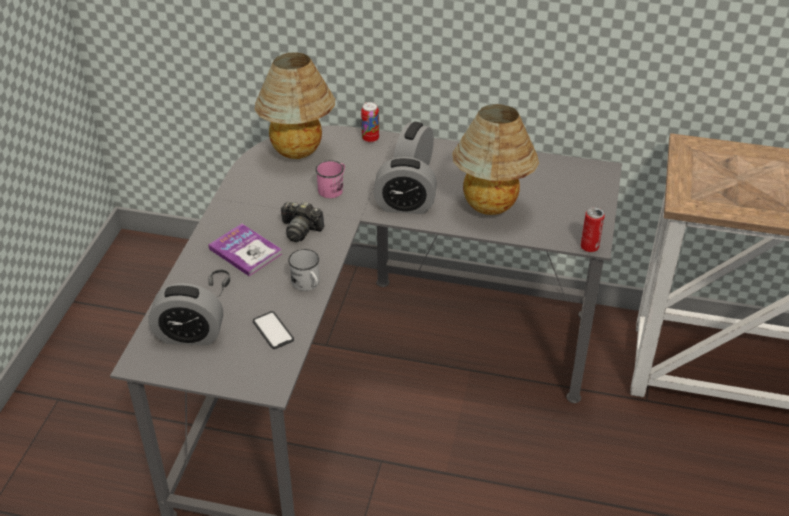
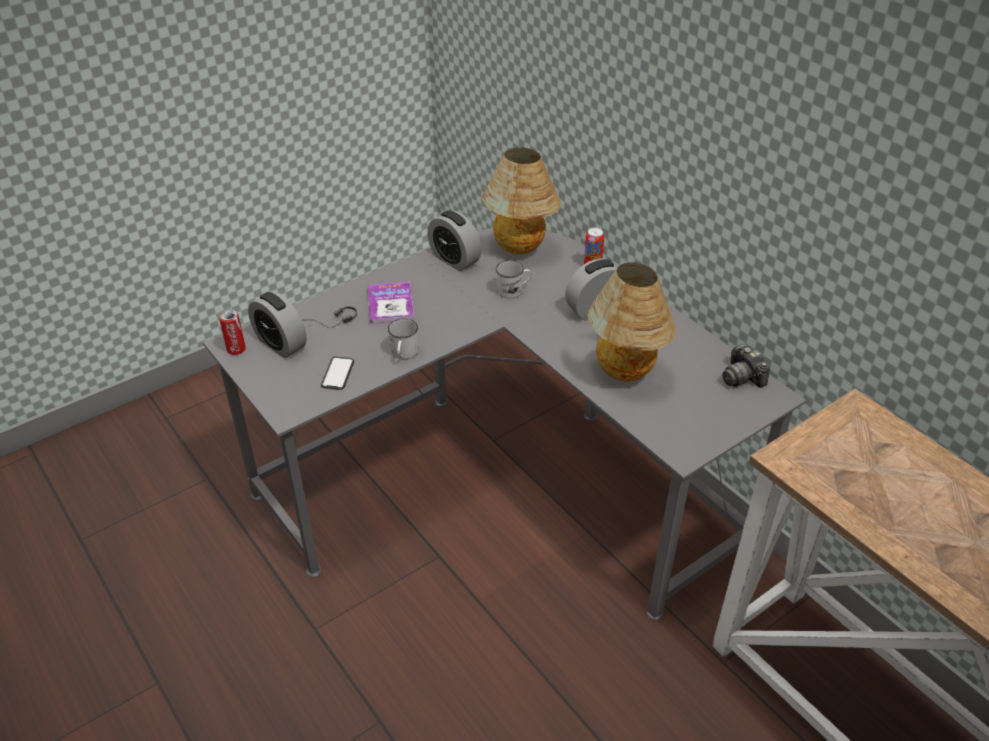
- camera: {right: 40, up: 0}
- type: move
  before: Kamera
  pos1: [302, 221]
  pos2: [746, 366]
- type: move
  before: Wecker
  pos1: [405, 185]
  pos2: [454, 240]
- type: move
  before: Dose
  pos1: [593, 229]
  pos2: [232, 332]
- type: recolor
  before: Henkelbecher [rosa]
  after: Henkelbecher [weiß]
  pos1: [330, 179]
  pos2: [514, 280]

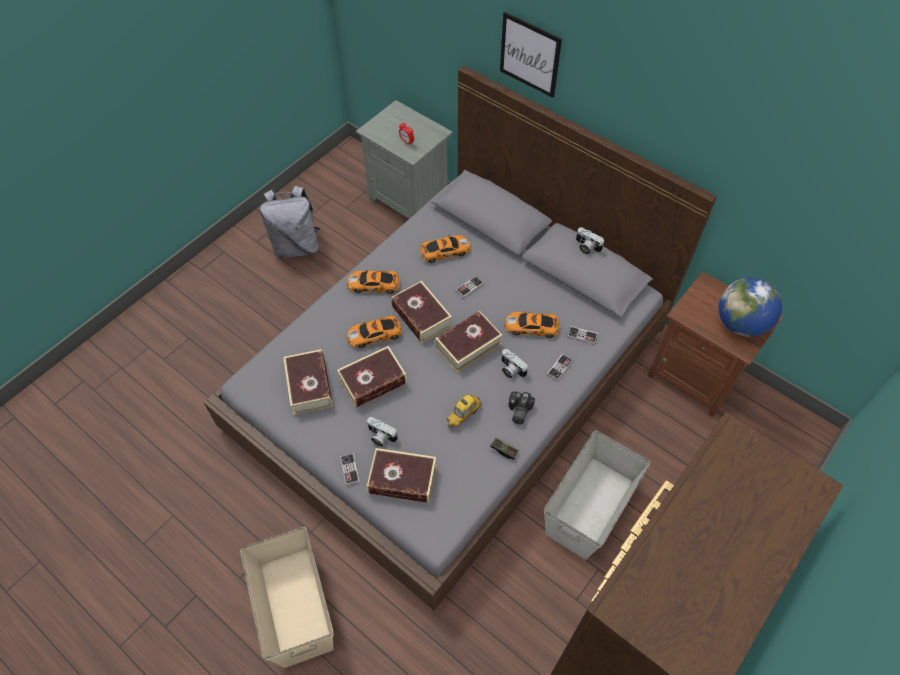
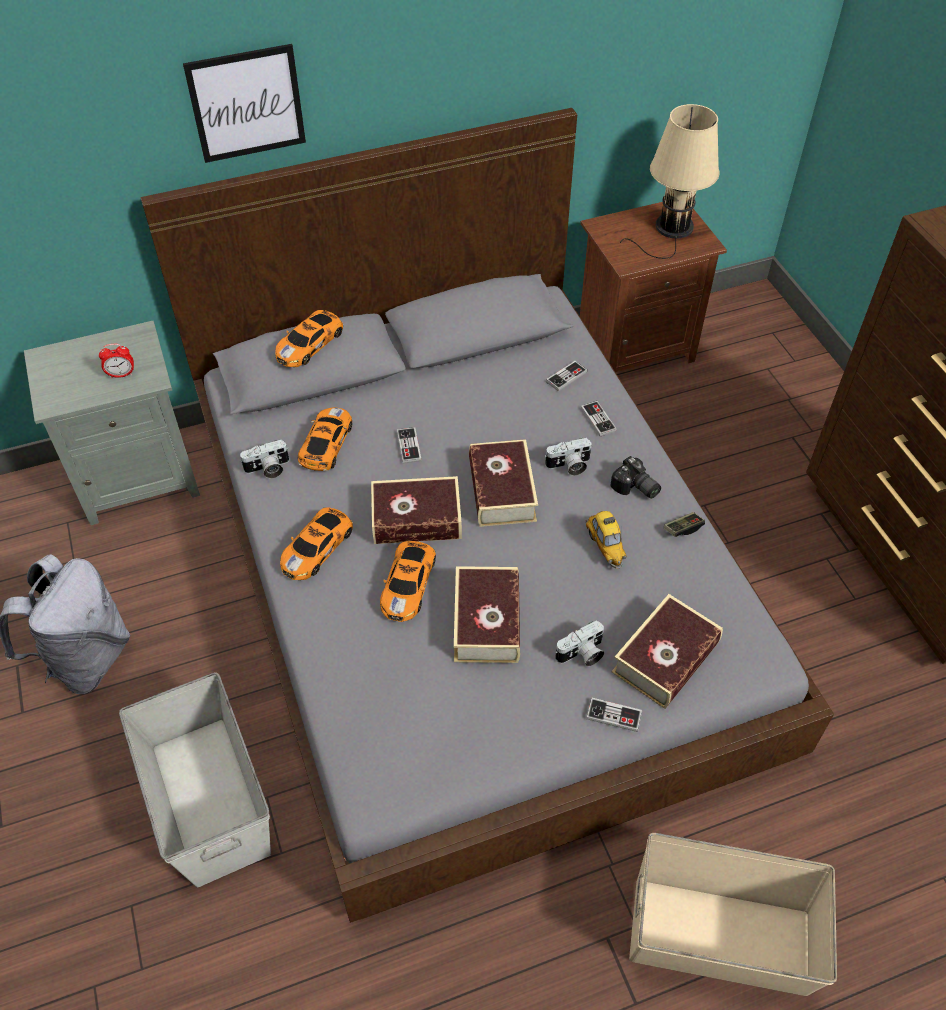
- camera: {right: -60, up: -5}
- type: delete
  before: Buch
  pos1: [307, 382]
- type: move
  before: Spielzeugauto
  pos1: [532, 324]
  pos2: [309, 338]
- type: move
  before: Aufbewahrungsbox [grau]
  pos1: [597, 495]
  pos2: [195, 780]
- type: move
  before: Kamera
  pos1: [590, 240]
  pos2: [264, 459]
- type: replace
  before: Globus
  after: Tischlampe [beige]
  pos1: [750, 307]
  pos2: [669, 181]

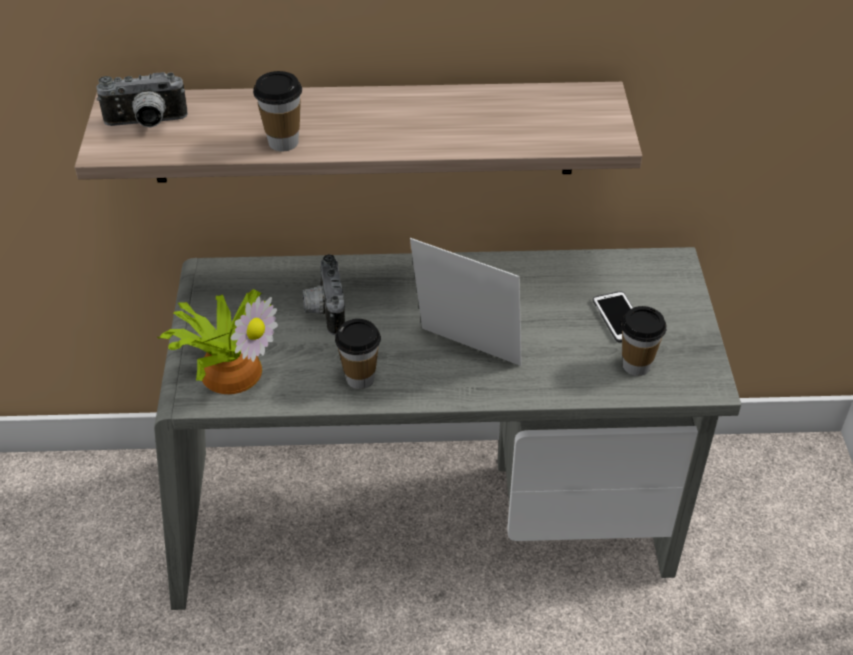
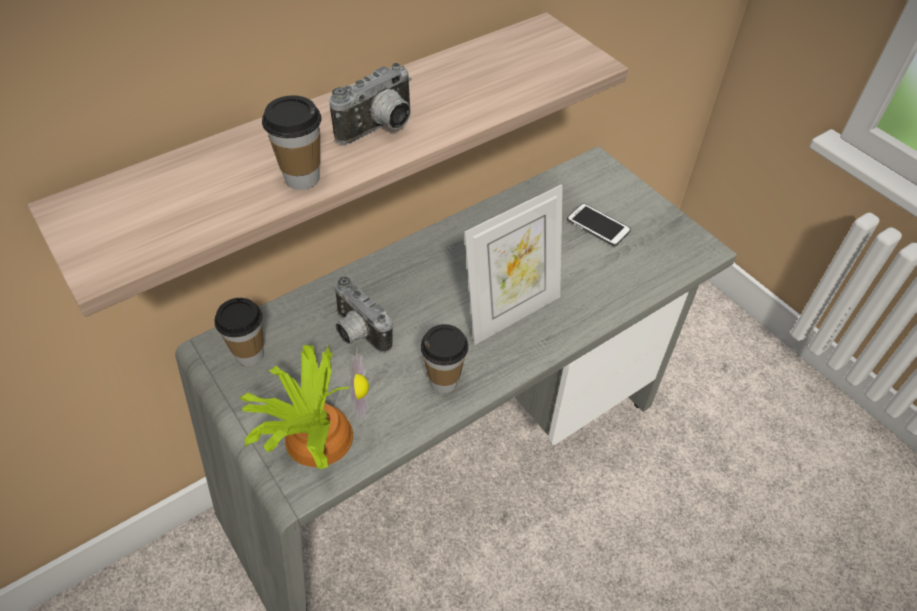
- camera: {right: -35, up: 5}
- type: move
  before: Kamera
  pos1: [142, 100]
  pos2: [370, 103]
- type: move
  before: Tasse
  pos1: [644, 341]
  pos2: [239, 332]
- type: rotate
  before: Bilderrahmen
  pos1: [466, 302]
  pos2: [513, 264]
  turn: 150

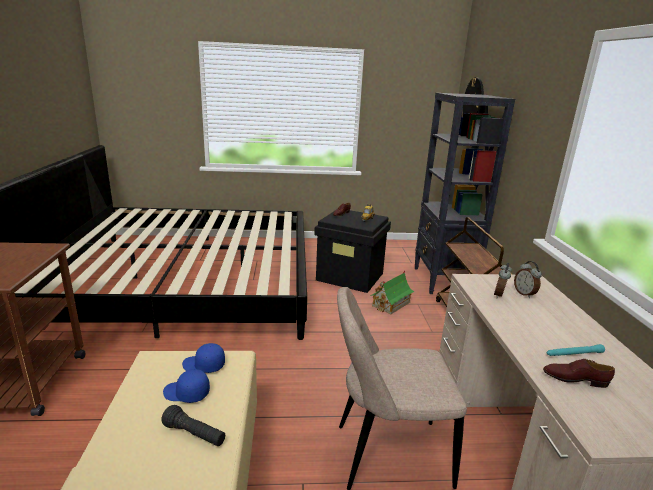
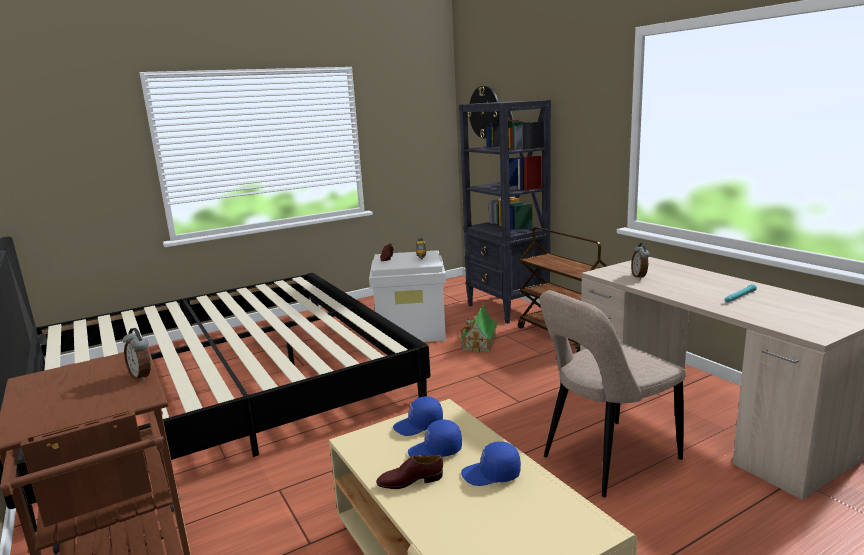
- camera: {right: -25, up: -5}
- type: move
  before: Wecker
  pos1: [528, 279]
  pos2: [137, 354]
- type: move
  before: Schuh [braun]
  pos1: [579, 373]
  pos2: [409, 472]
- type: replace
  before: Taschenlampe [schwarz]
  after: Kappe [blau]
  pos1: [193, 425]
  pos2: [491, 463]
- type: recolor
  before: Aufbewahrungsbox [schwarz]
  after: Aufbewahrungsbox [weiß]
  pos1: [352, 251]
  pos2: [407, 296]

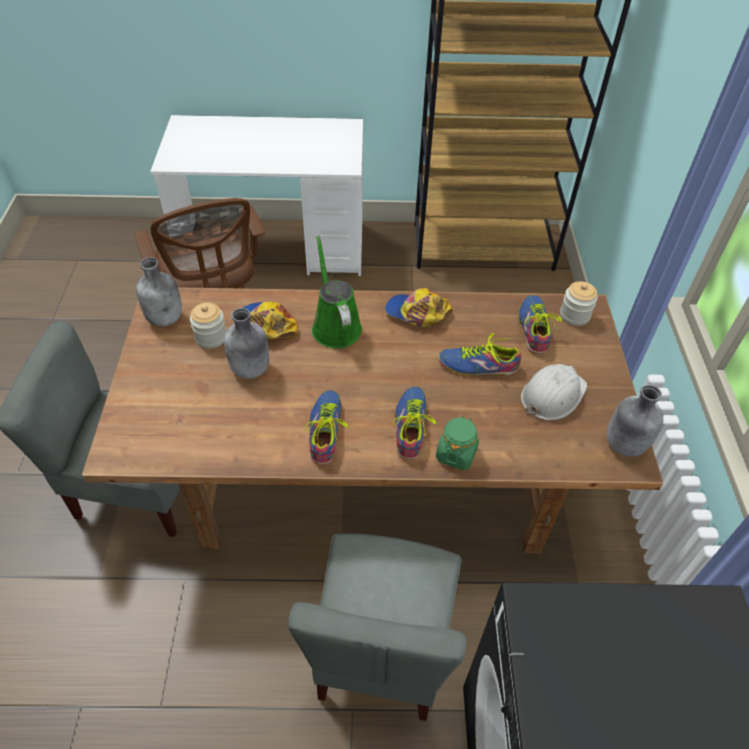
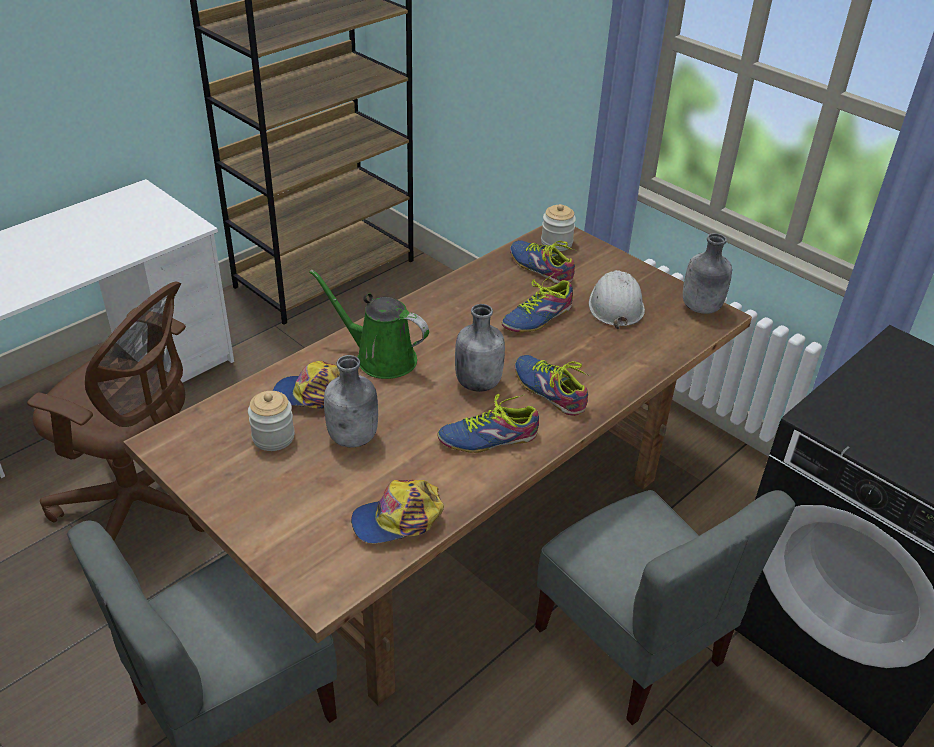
- camera: {right: -45, up: -10}
- type: delete
  before: Vorratsglas [grün]
  pos1: [457, 442]
- type: move
  before: Flasche [grau]
  pos1: [159, 292]
  pos2: [480, 348]
- type: move
  before: Kappe
  pos1: [419, 307]
  pos2: [397, 511]
- type: rotate
  before: Schuh
  pos1: [326, 427]
  pos2: [488, 423]
  turn: -60

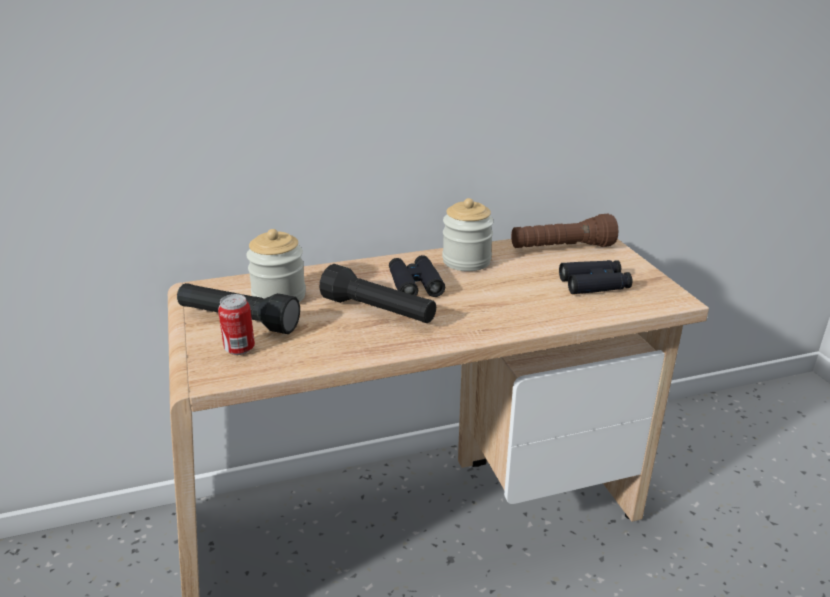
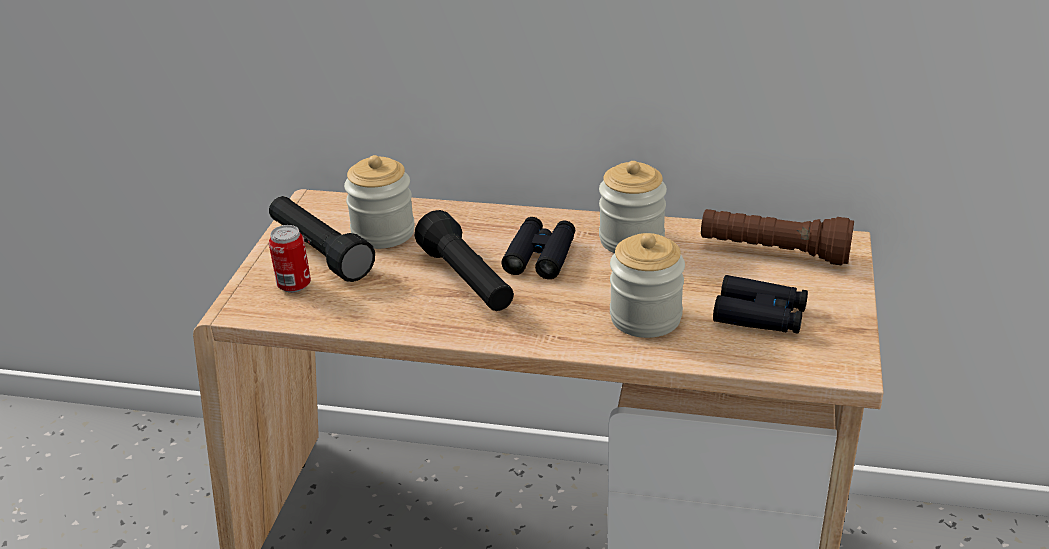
- camera: {right: 30, up: 5}
- type: insert
  after: Vorratsglas
  pos2: [647, 285]

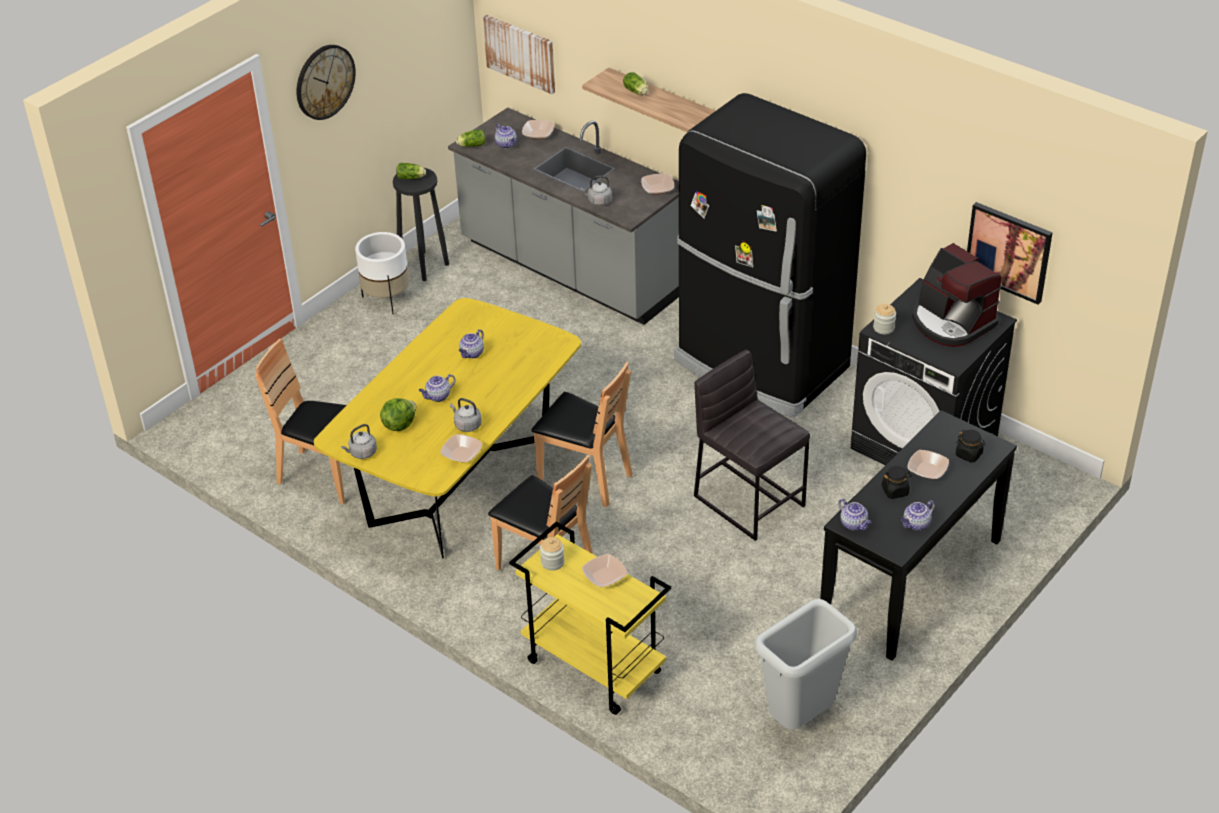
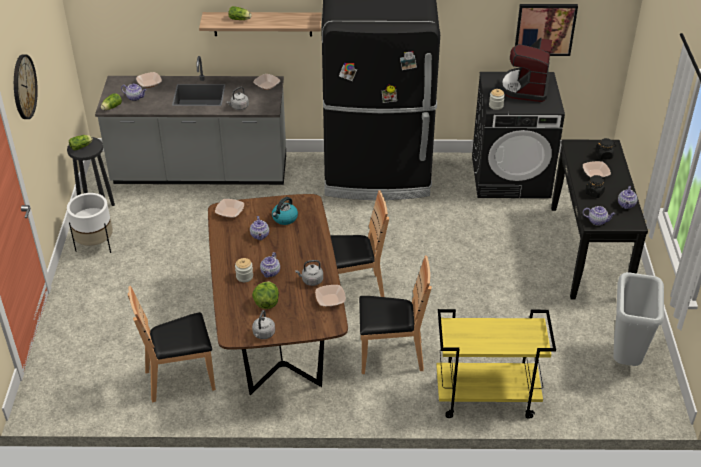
- camera: {right: -40, up: 0}
- type: delete
  before: Bild
  pos1: [519, 54]
- type: delete
  before: Hocker [grau]
  pos1: [752, 445]
- type: insert
  after: Wasserkessel
  pos2: [285, 211]
- type: move
  before: Vorratsglas
  pos1: [552, 553]
  pos2: [244, 270]
- type: move
  before: Schüssel
  pos1: [604, 570]
  pos2: [229, 208]
- type: recolor
  before: Esstisch [gelb]
  after: Esstisch [braun]
  pos1: [447, 428]
  pos2: [278, 294]
- type: rotate
  before: Kaffeemaschine
  pos1: [956, 295]
  pos2: [526, 70]
  turn: 90

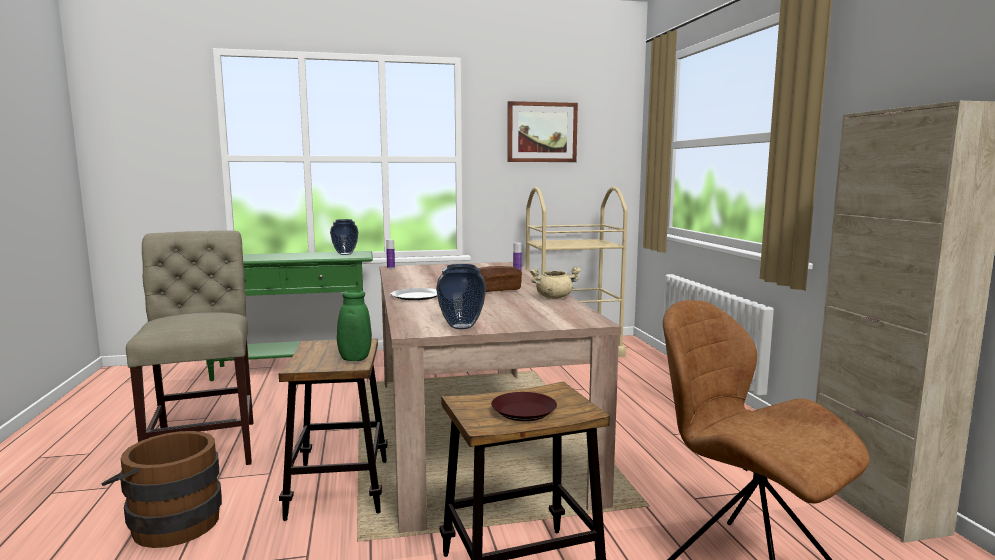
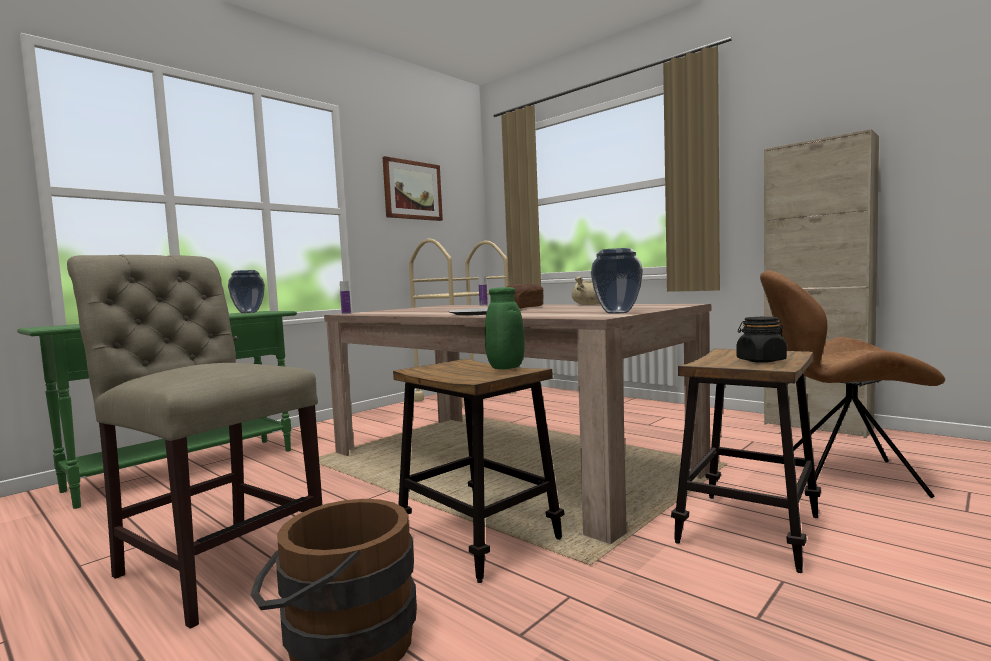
- camera: {right: -35, up: -5}
- type: replace
  before: Teller [braun]
  after: Vorratsglas [schwarz]
  pos1: [524, 406]
  pos2: [762, 340]

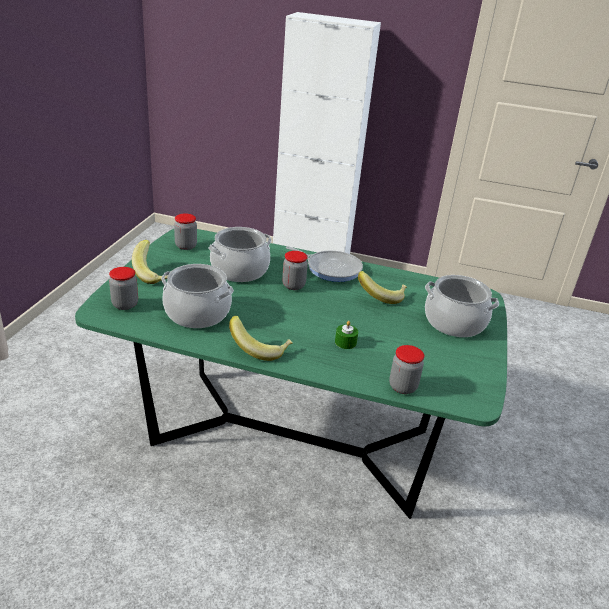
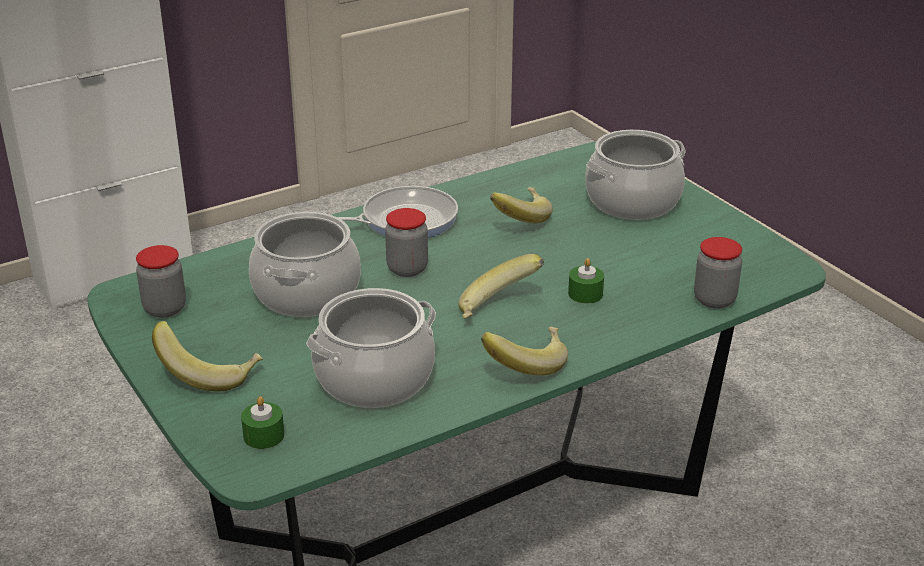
- camera: {right: -45, up: 0}
- type: insert
  after: Banane
  pos2: [501, 286]
- type: replace
  before: Vorratsglas
  after: Kerze [grün]
  pos1: [123, 288]
  pos2: [263, 422]

